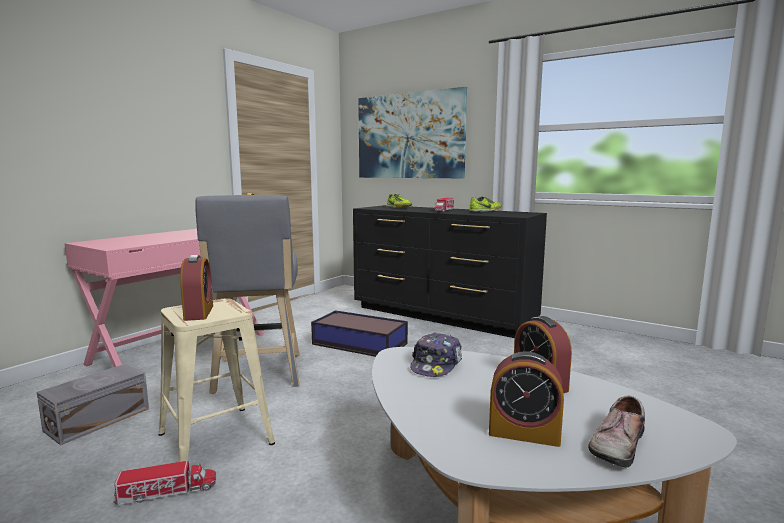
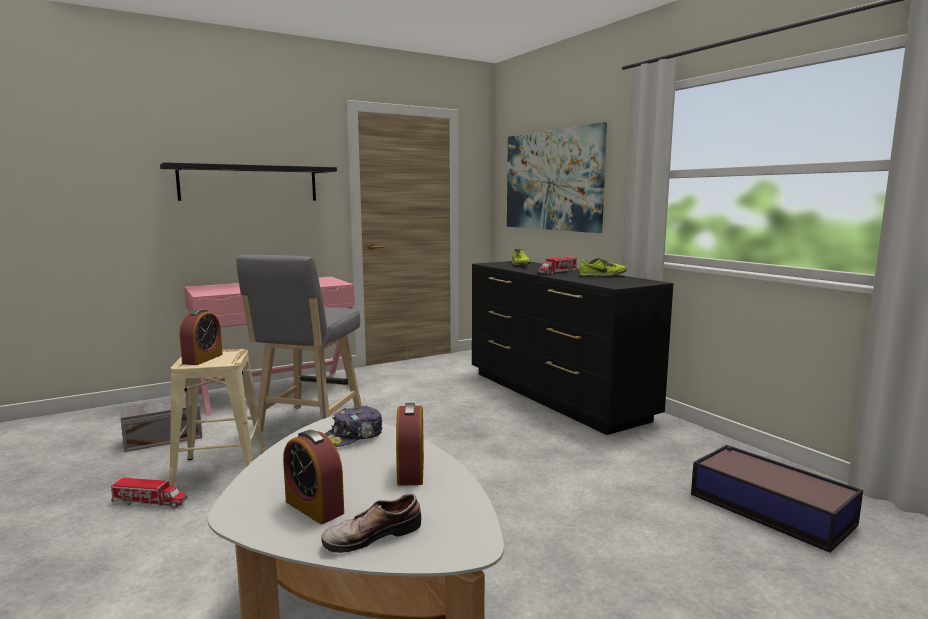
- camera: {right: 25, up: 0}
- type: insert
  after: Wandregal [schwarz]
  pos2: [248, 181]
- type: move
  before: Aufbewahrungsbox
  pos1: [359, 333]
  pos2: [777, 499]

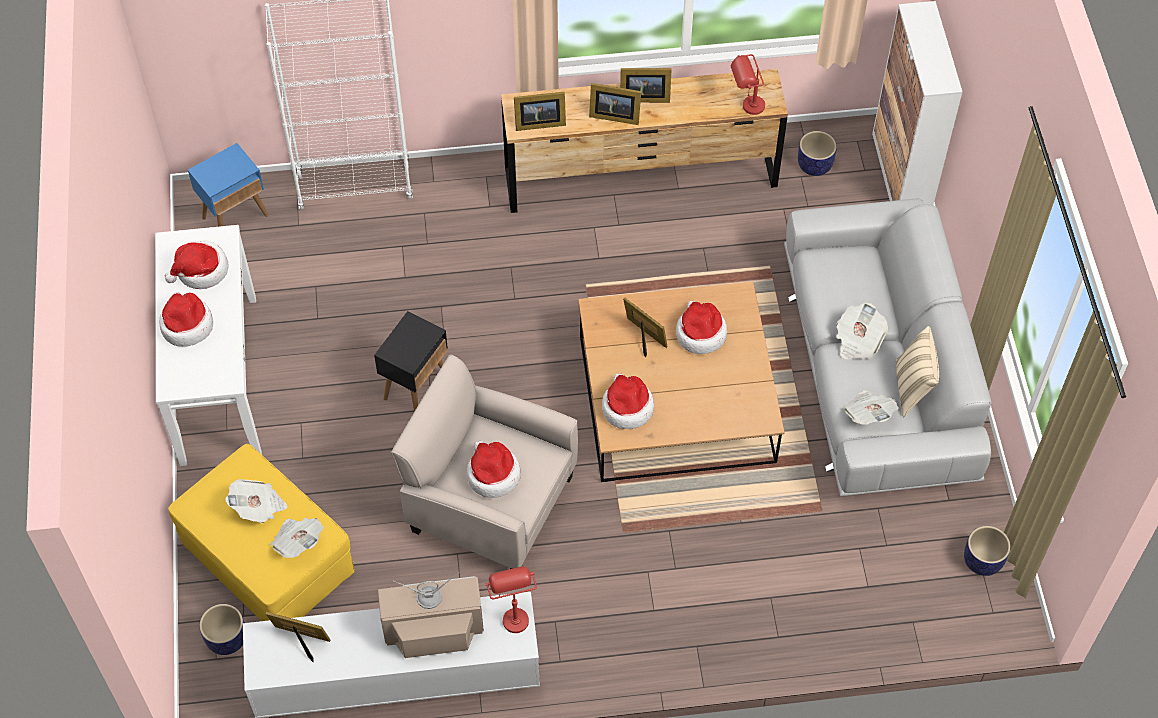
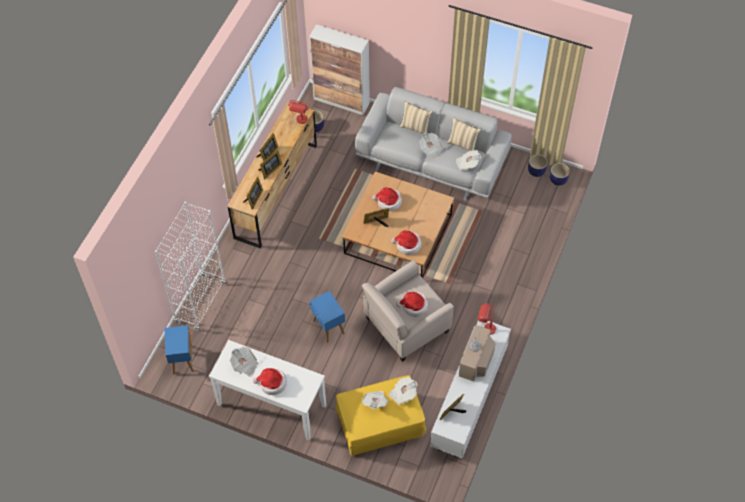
- camera: {right: -60, up: 0}
- type: insert
  after: Kissen [beige]
  pos2: [416, 117]
- type: move
  before: Pflanzkübel
  pos1: [222, 629]
  pos2: [560, 174]
- type: replace
  before: Hut
  after: Zeitung
  pos1: [197, 264]
  pos2: [244, 362]
- type: recolor
  before: Beistelltisch [schwarz]
  after: Beistelltisch [blau]
  pos1: [411, 361]
  pos2: [327, 317]

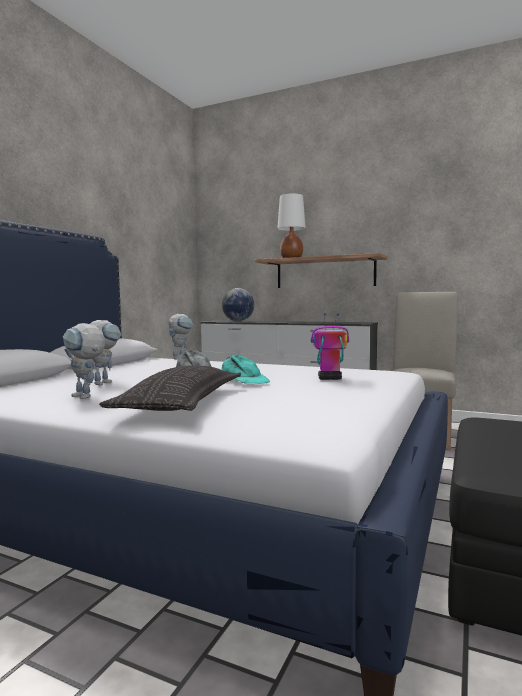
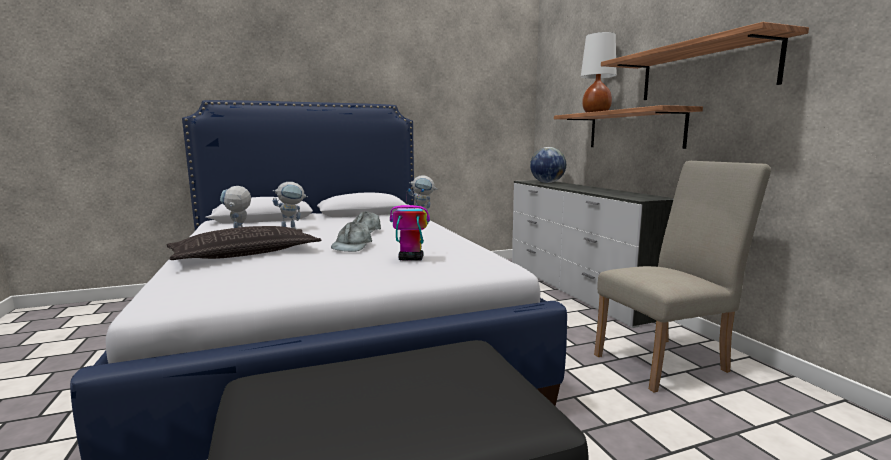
- camera: {right: 45, up: 5}
- type: insert
  after: Wandregal
  pos2: [705, 61]
- type: recolor
  before: Kappe [türkis]
  after: Kappe [grau]
  pos1: [246, 369]
  pos2: [351, 236]
- type: rotate
  before: Spielzeugroboter
  pos1: [330, 346]
  pos2: [410, 225]
  turn: -45

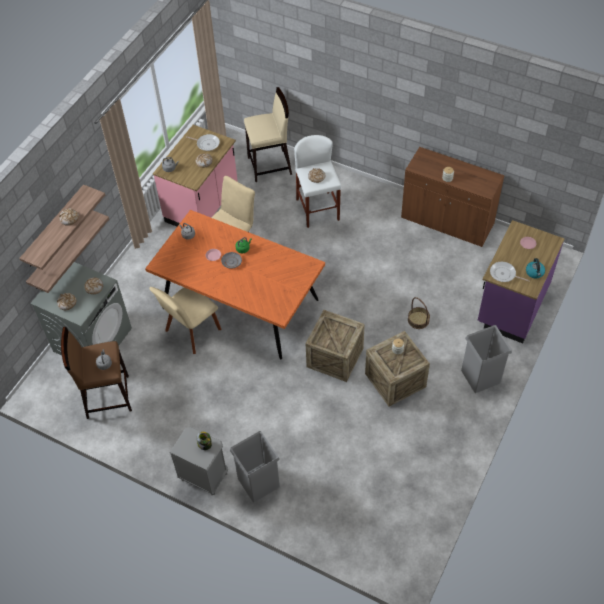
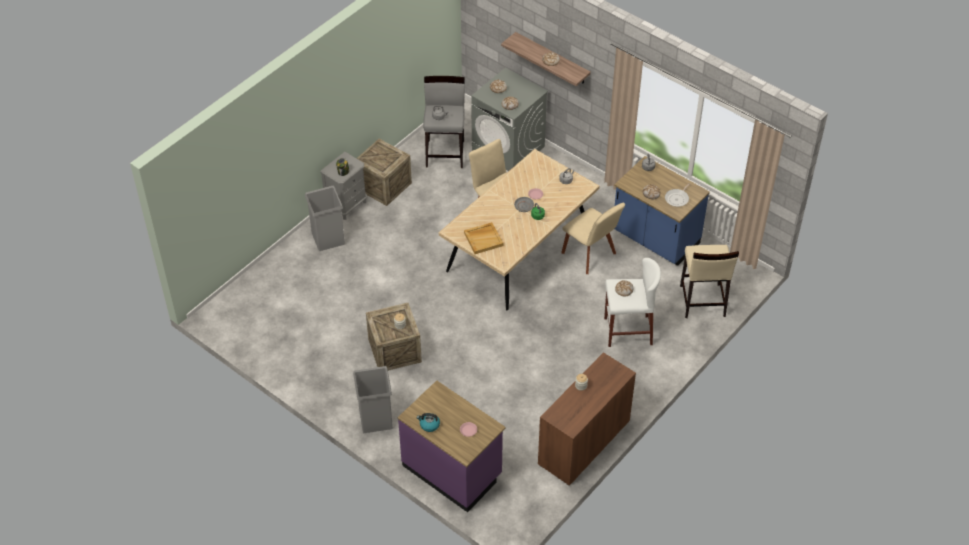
- camera: {right: 100, up: -5}
- type: delete
  before: Wandregal
  pos1: [67, 252]
- type: delete
  before: Korb
  pos1: [419, 313]
- type: delete
  before: Pfanne
  pos1: [510, 272]
- type: insert
  after: Tablett [beige]
  pos2: [483, 238]
- type: move
  before: Kiste
  pos1: [335, 346]
  pos2: [384, 172]
- type: recolor
  before: Hocker [braun]
  after: Hocker [grau]
  pos1: [96, 373]
  pos2: [444, 122]
- type: recolor
  before: Esstisch [orange]
  after: Esstisch [beige]
  pos1: [235, 284]
  pos2: [519, 229]
- type: recolor
  before: Küchenzeile [rosa]
  after: Küchenzeile [blau]
  pos1: [195, 176]
  pos2: [662, 211]

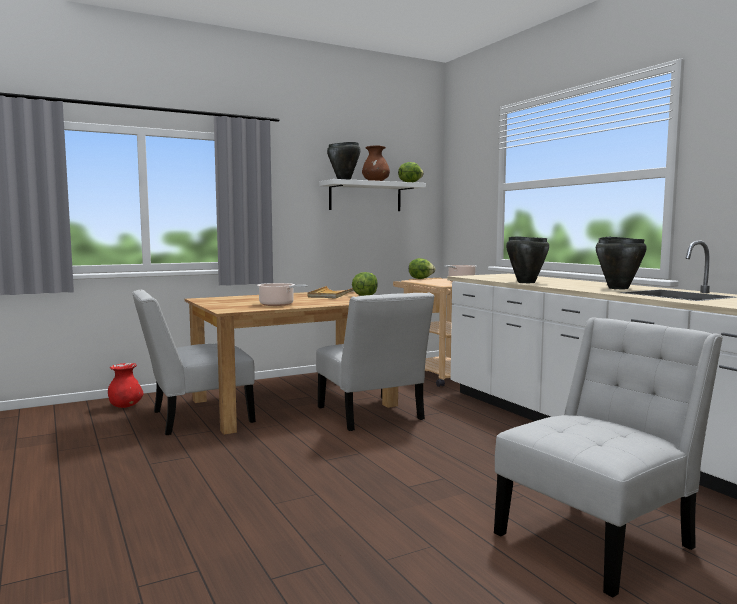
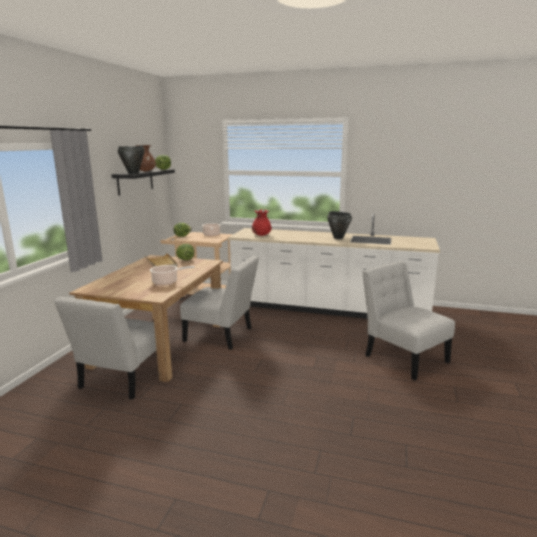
- camera: {right: -45, up: 10}
- type: delete
  before: Kochtopf [schwarz]
  pos1: [527, 259]
- type: move
  before: Vase [rot]
  pos1: [126, 385]
  pos2: [262, 223]
- type: recolor
  before: Wandregal [weiß]
  after: Wandregal [schwarz]
  pos1: [372, 195]
  pos2: [143, 182]
- type: rotate
  before: Stuhl [weiß]
  pos1: [608, 458]
  pos2: [408, 321]
  turn: -45

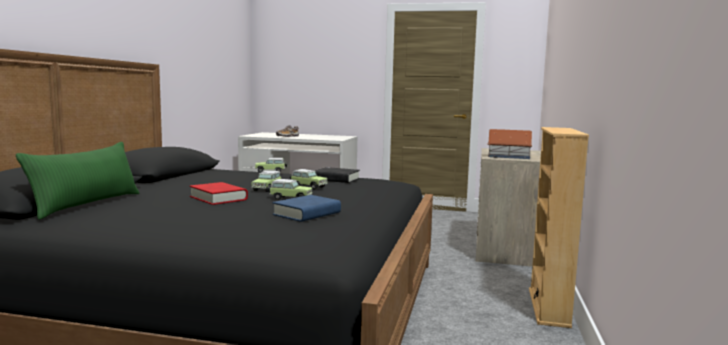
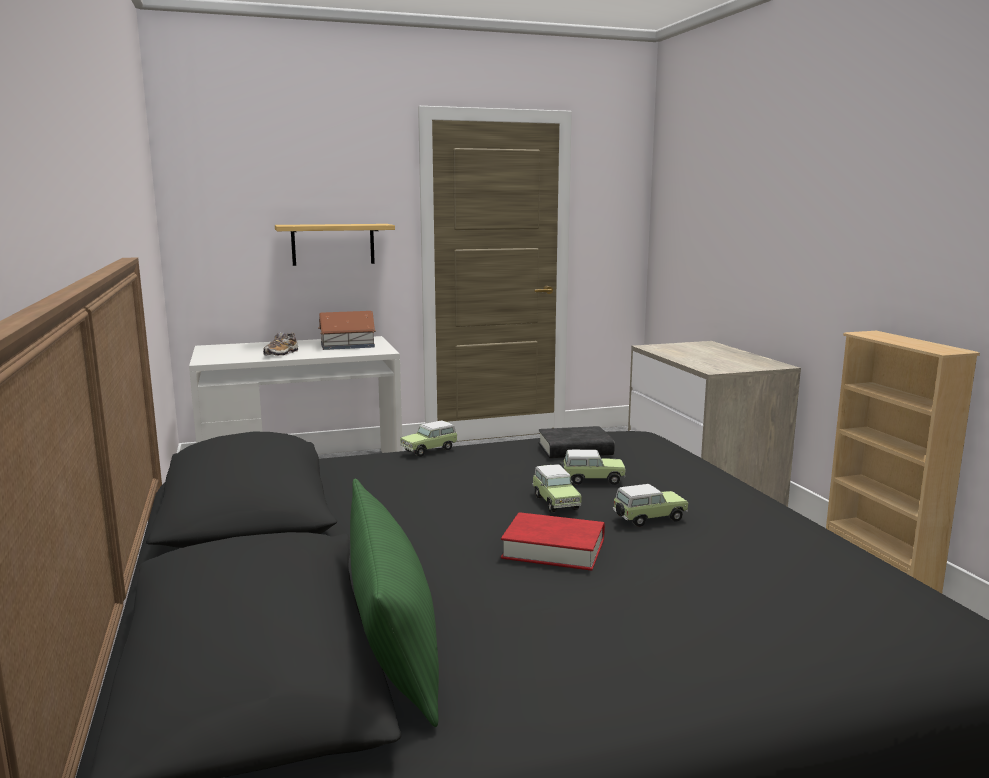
- camera: {right: -30, up: 5}
- type: delete
  before: Buch [blau]
  pos1: [307, 208]
- type: insert
  after: Wandregal
  pos2: [335, 245]
- type: move
  before: Spielzeughaus
  pos1: [510, 144]
  pos2: [347, 330]

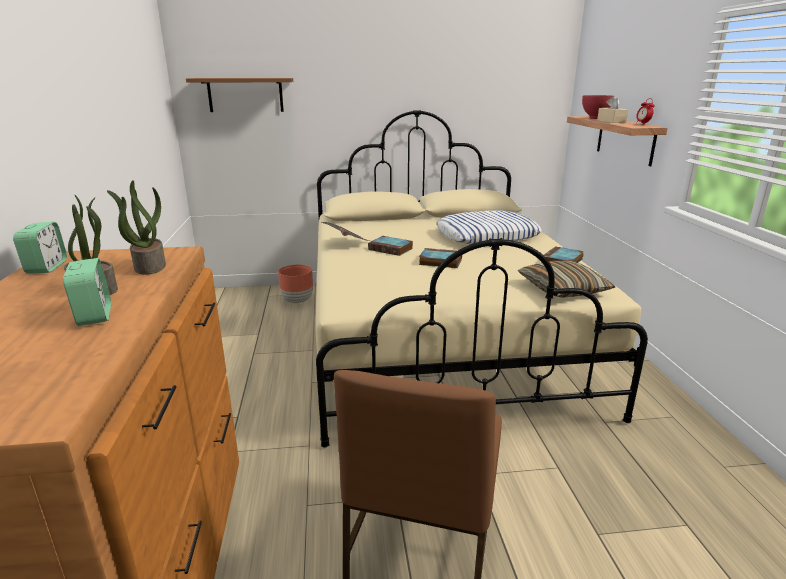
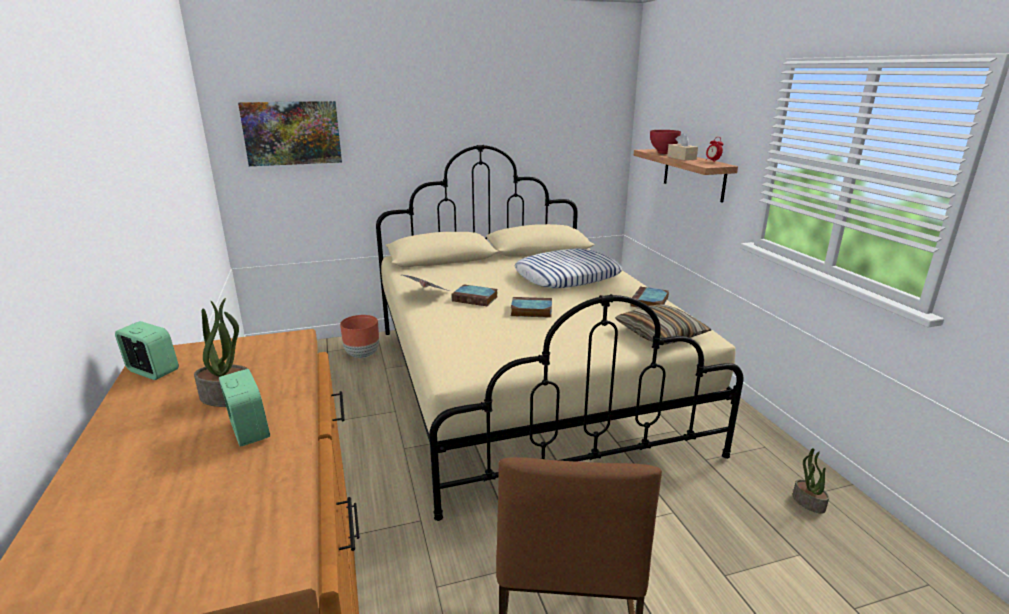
- camera: {right: -10, up: 0}
- type: move
  before: Topfpflanze
  pos1: [136, 227]
  pos2: [811, 481]
- type: replace
  before: Wandregal [braun]
  after: Bild
  pos1: [239, 95]
  pos2: [290, 133]
- type: rotate
  before: Wecker
  pos1: [40, 248]
  pos2: [147, 350]
  turn: -45

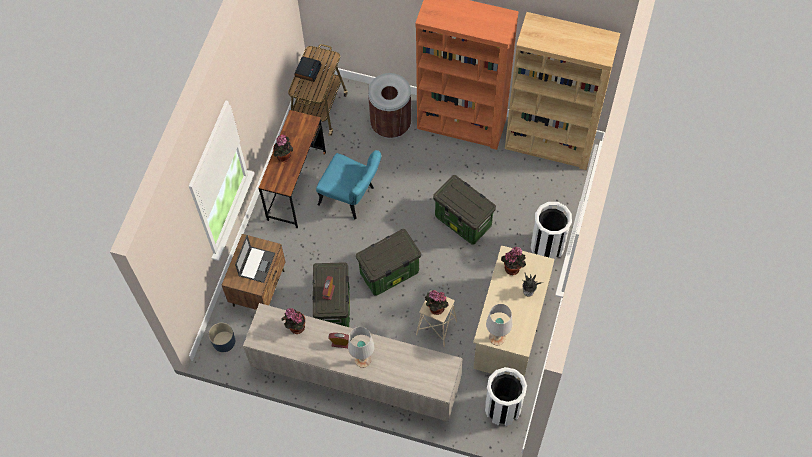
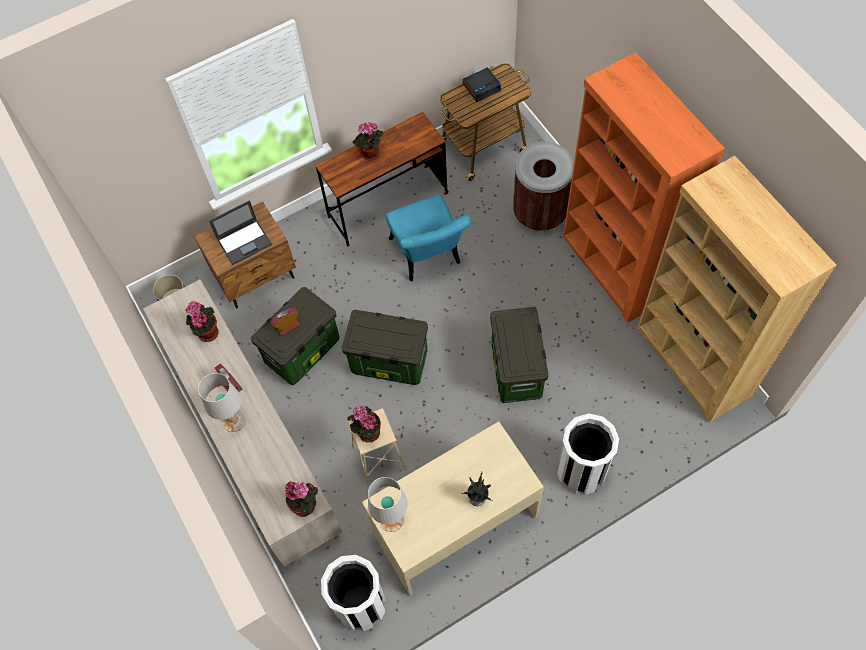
- camera: {right: 45, up: 0}
- type: move
  before: Topfpflanze
  pos1: [513, 261]
  pos2: [301, 499]

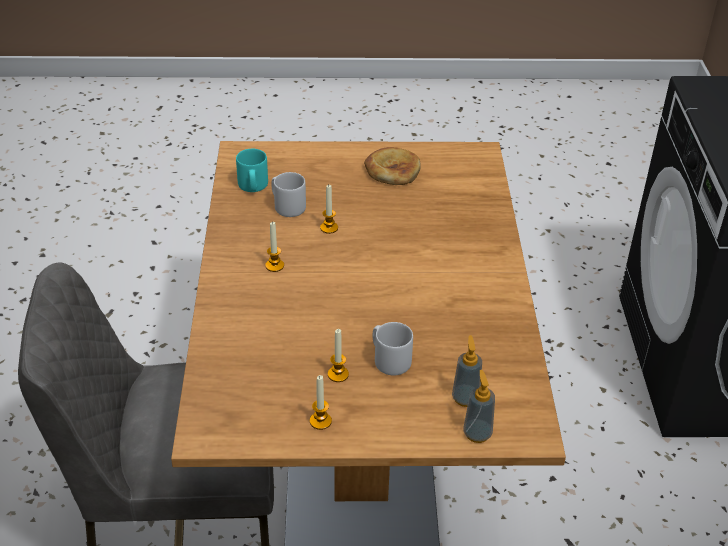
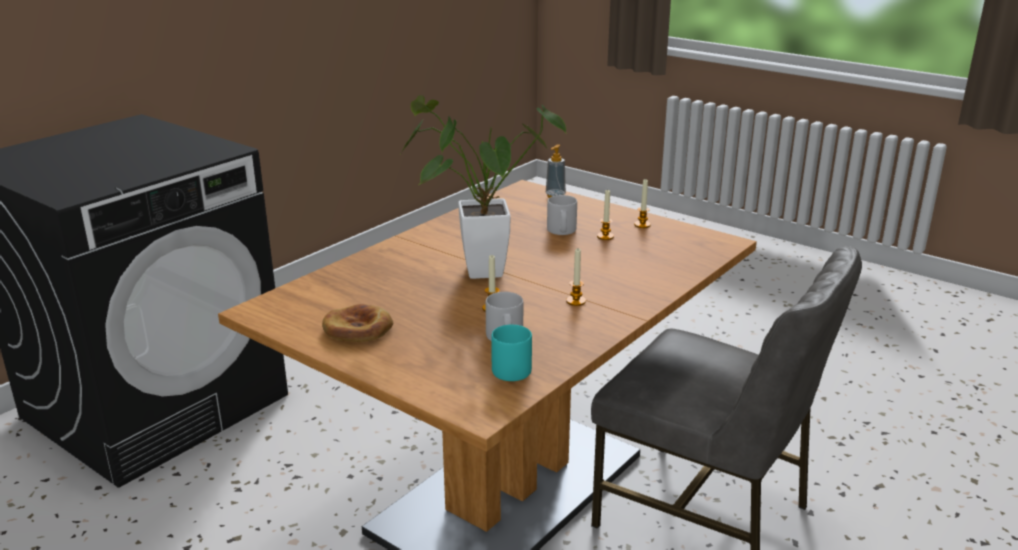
- camera: {right: -140, up: -15}
- type: delete
  before: Seifenspender
  pos1: [467, 371]
- type: insert
  after: Topfpflanze
  pos2: [484, 187]

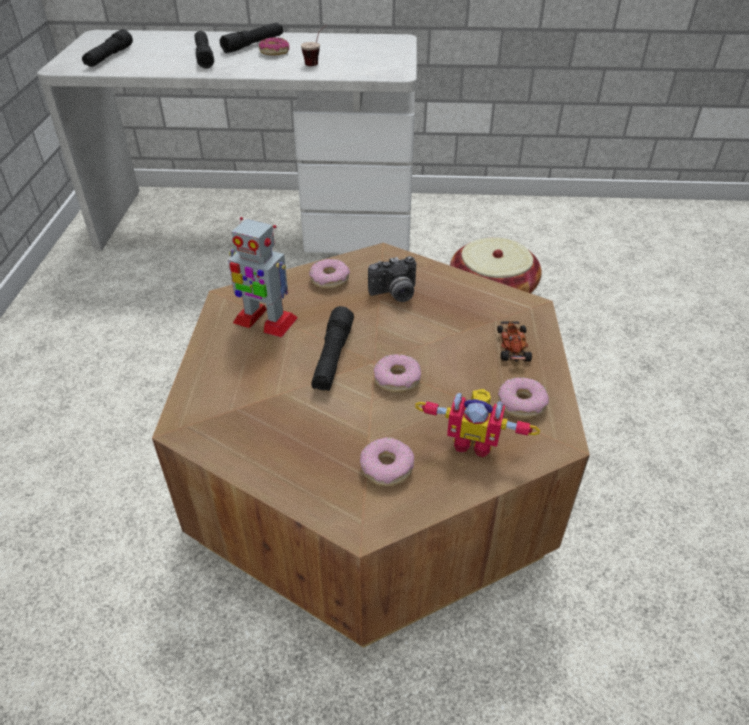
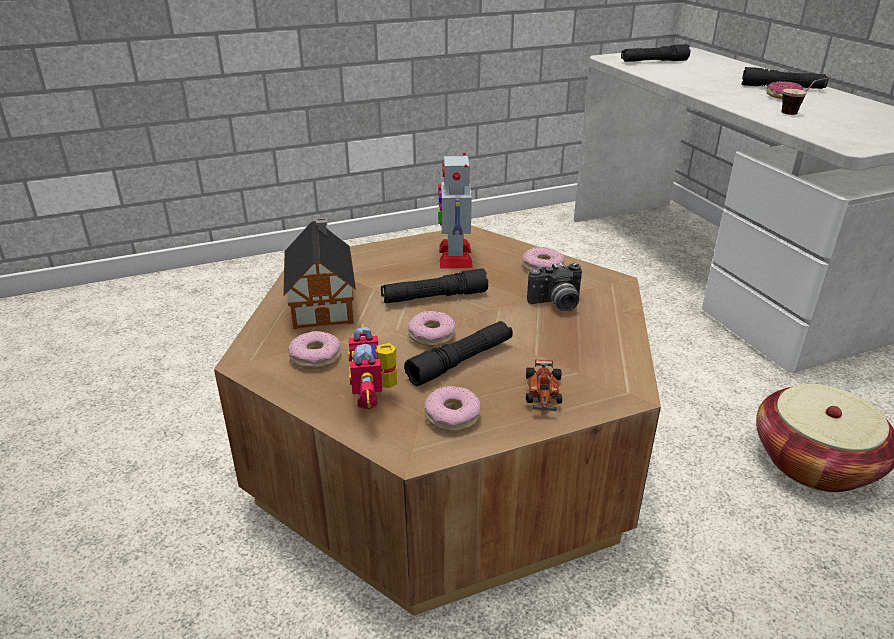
- camera: {right: 65, up: -10}
- type: insert
  after: Spielzeughaus
  pos2: [319, 273]
- type: move
  before: Taschenlampe [schwarz]
  pos1: [204, 50]
  pos2: [458, 353]
- type: rotate
  before: Kamera
  pos1: [392, 279]
  pos2: [554, 287]
  turn: -60
- type: rotate
  before: Spielzeugauto
  pos1: [514, 341]
  pos2: [544, 385]
  turn: 120

